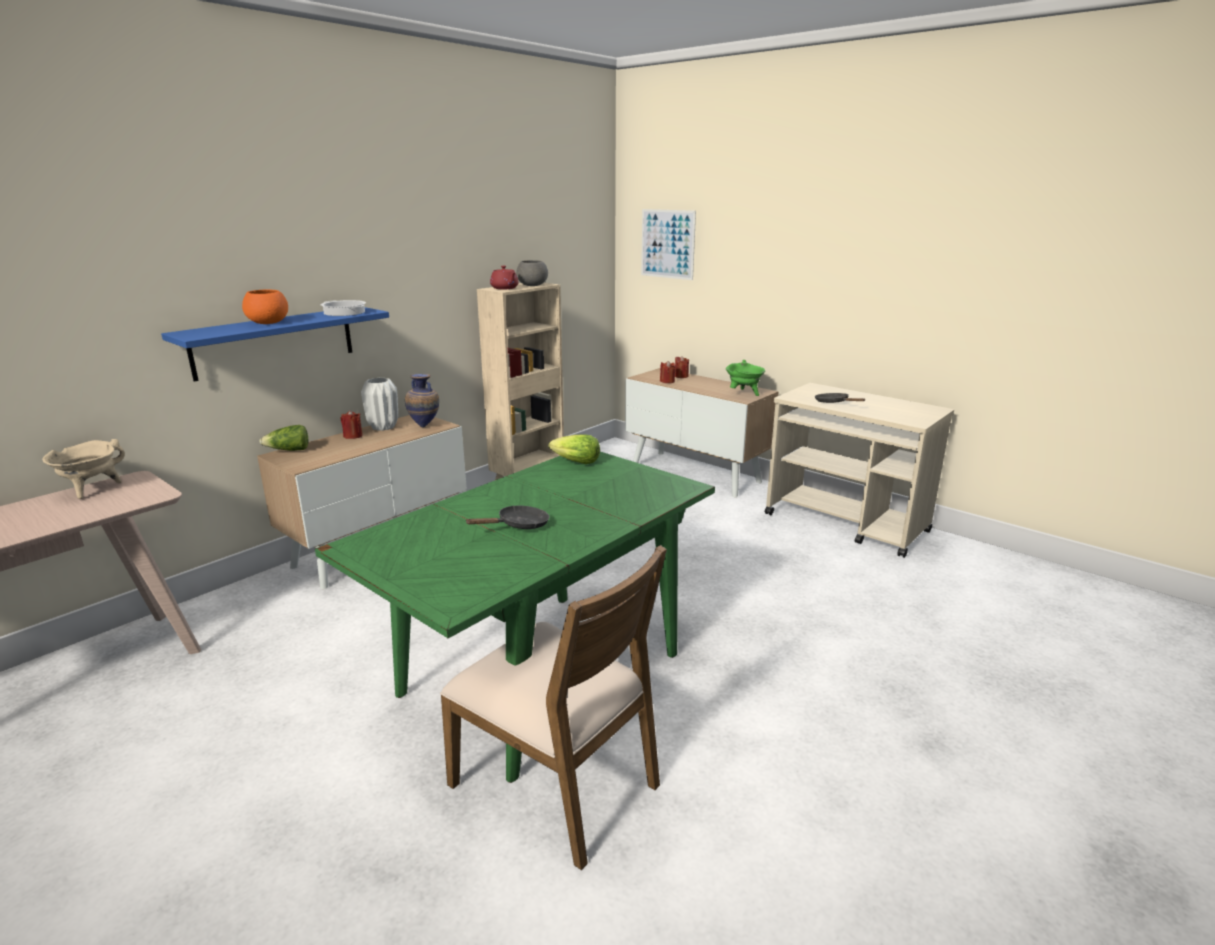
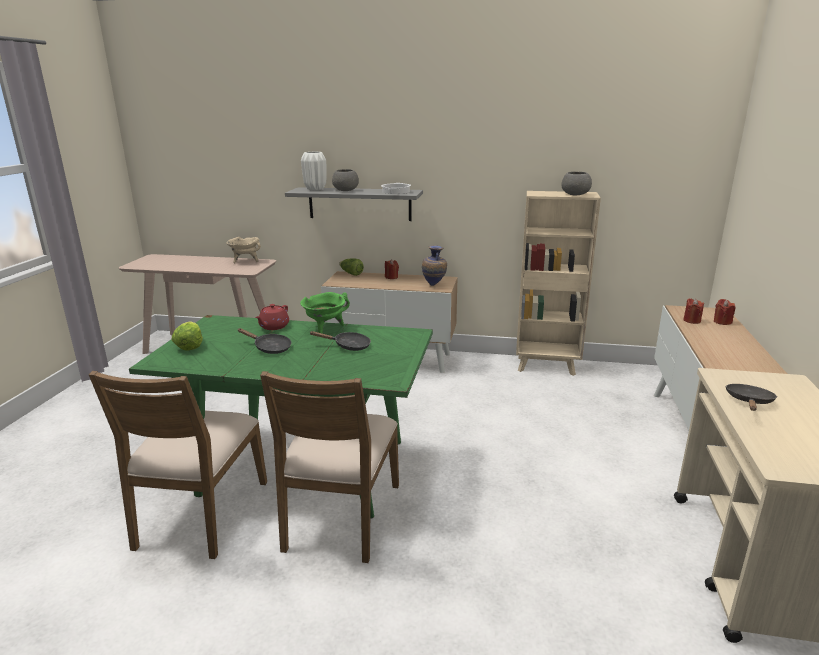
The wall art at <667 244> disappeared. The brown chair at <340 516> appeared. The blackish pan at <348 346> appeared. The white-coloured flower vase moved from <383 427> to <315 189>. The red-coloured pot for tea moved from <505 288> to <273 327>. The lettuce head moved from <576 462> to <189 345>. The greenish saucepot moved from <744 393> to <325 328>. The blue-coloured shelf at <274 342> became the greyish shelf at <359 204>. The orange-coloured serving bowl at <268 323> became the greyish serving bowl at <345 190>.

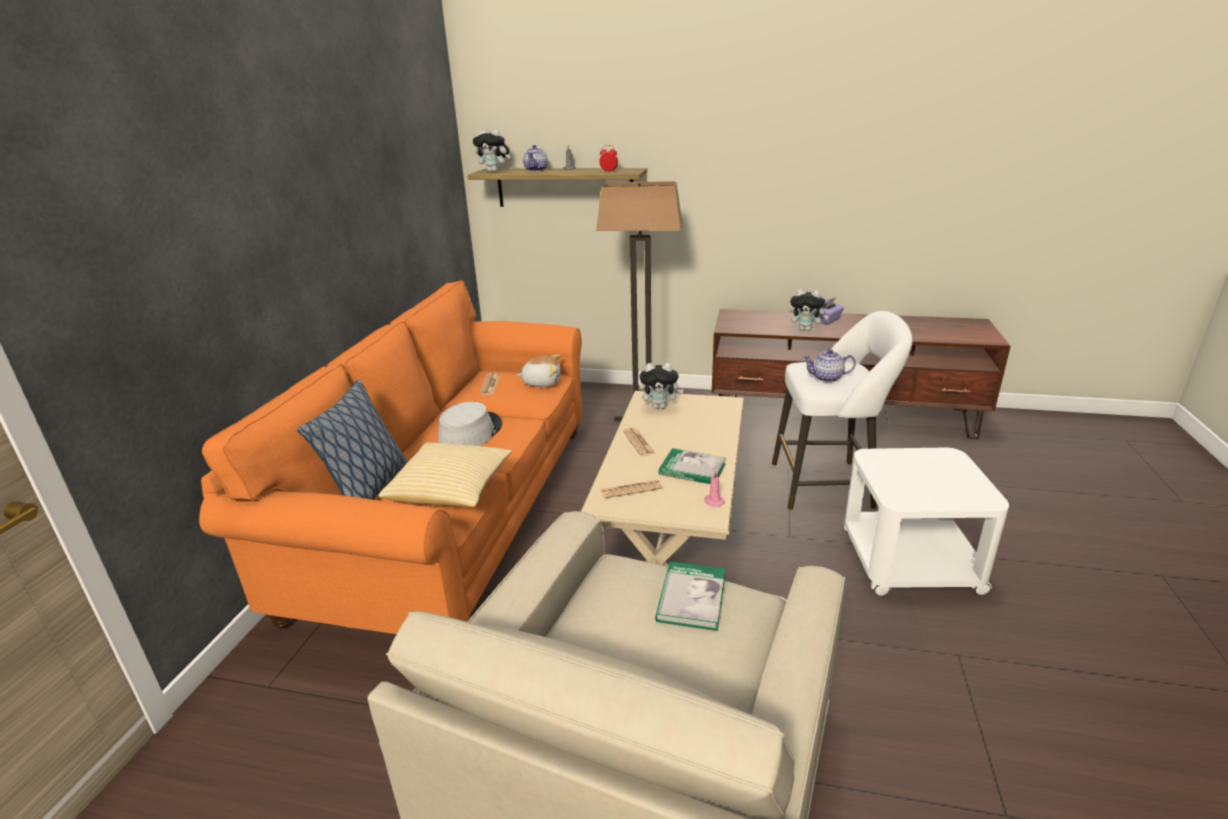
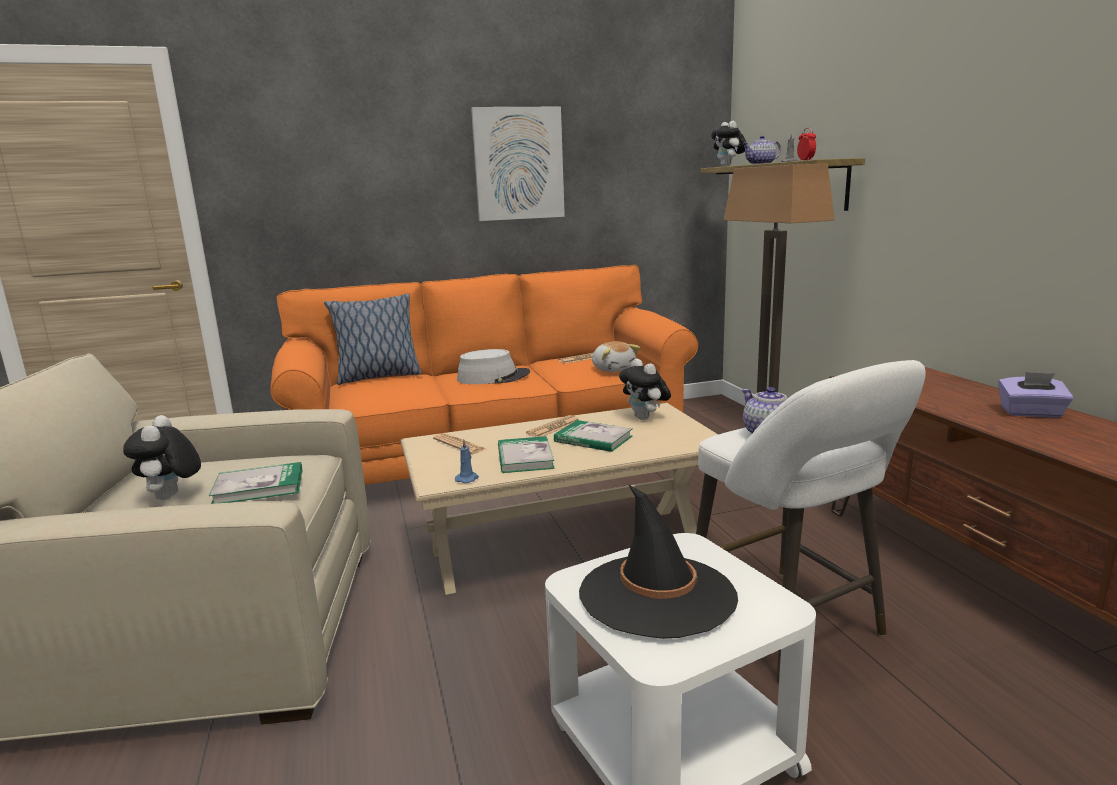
The cushion at <451 490> disappeared. The wall art at <518 164> appeared. The volume at <593 439> appeared. The blackish clothing hat at <657 595> appeared. The plush toy moved from <806 330> to <171 497>. The pink-coloured wax light at <713 501> became the blue-coloured wax light at <467 479>.

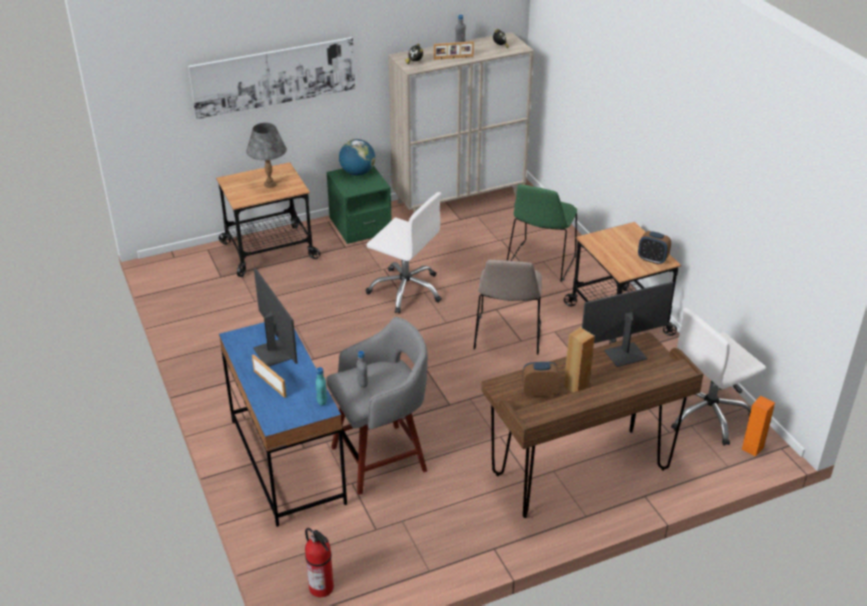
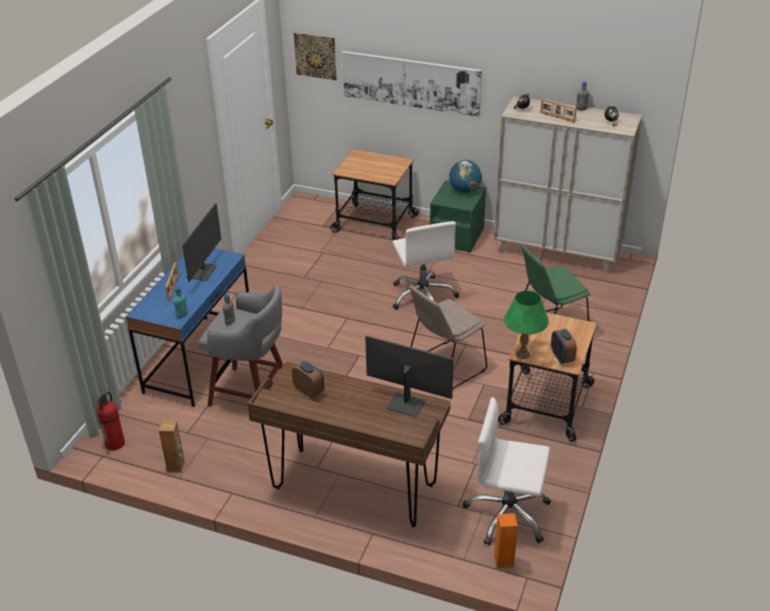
The greyish tabletop lamp at <269 184> disappeared. The wall art at <315 56> appeared. The greenish tabletop lamp at <523 354> appeared. The brown speaker moved from <576 387> to <176 466>.

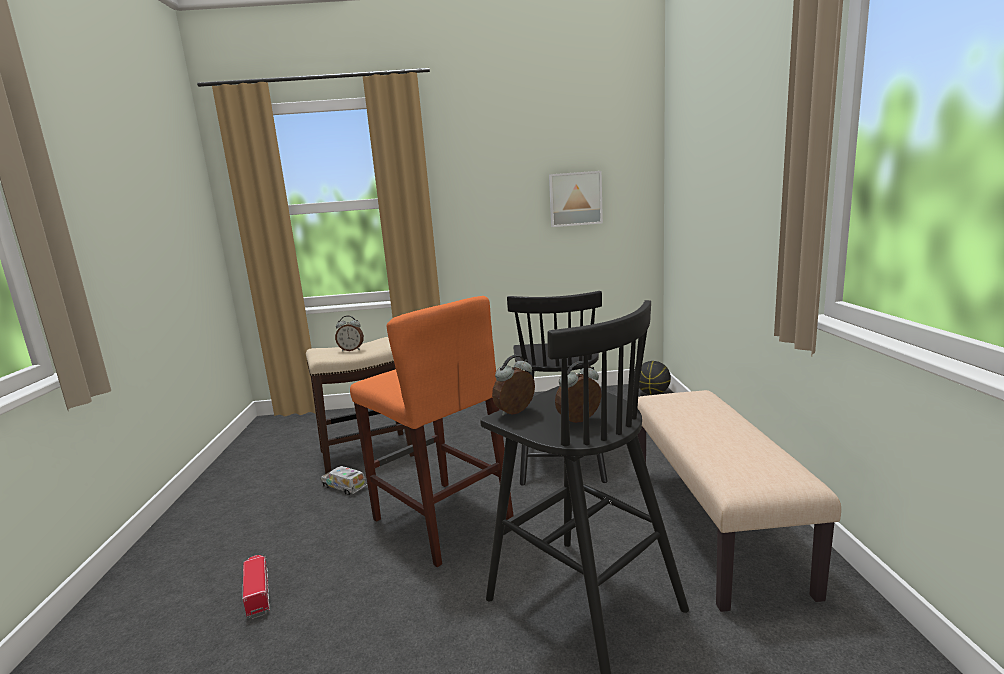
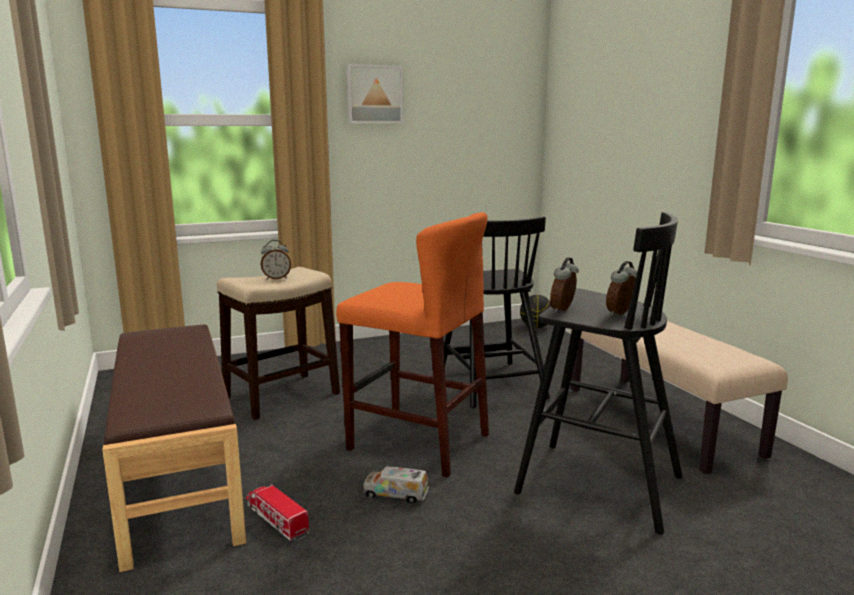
The brown indoor bench at <176 473> appeared. The model truck moved from <344 487> to <396 494>. The wall art moved from <575 199> to <374 94>.

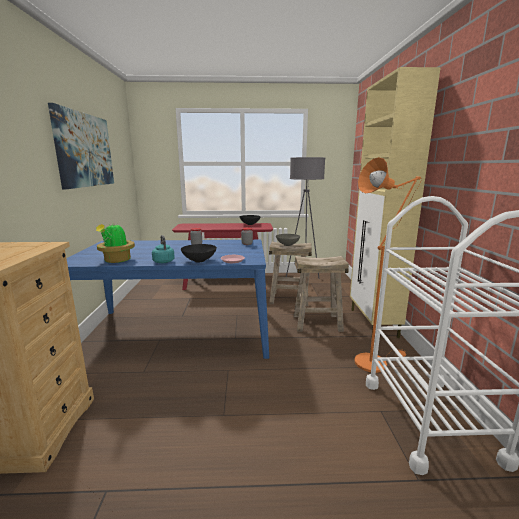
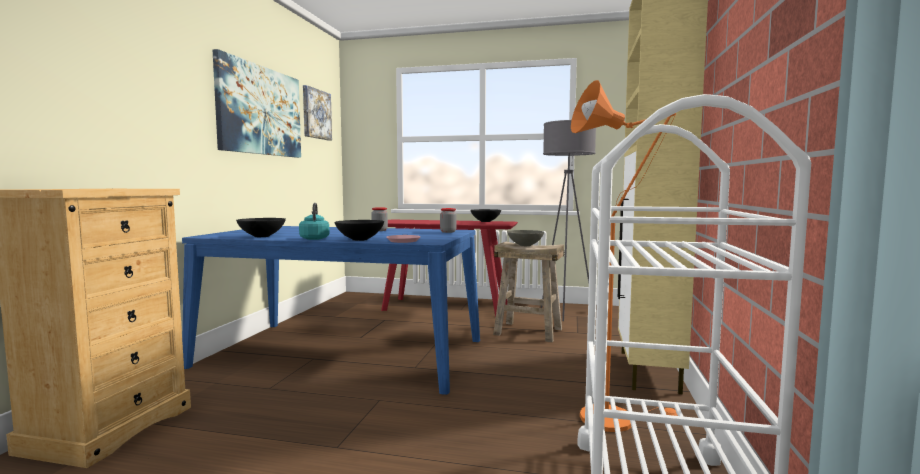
The sand-coloured sitting stool at <317 323> disappeared. The wall art at <316 114> appeared. The houseplant at <117 260> was replaced by the blackish serving bowl at <261 236>.

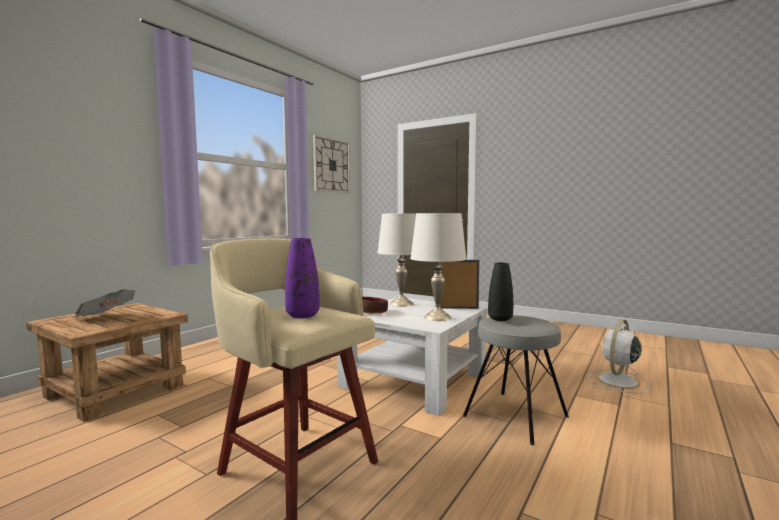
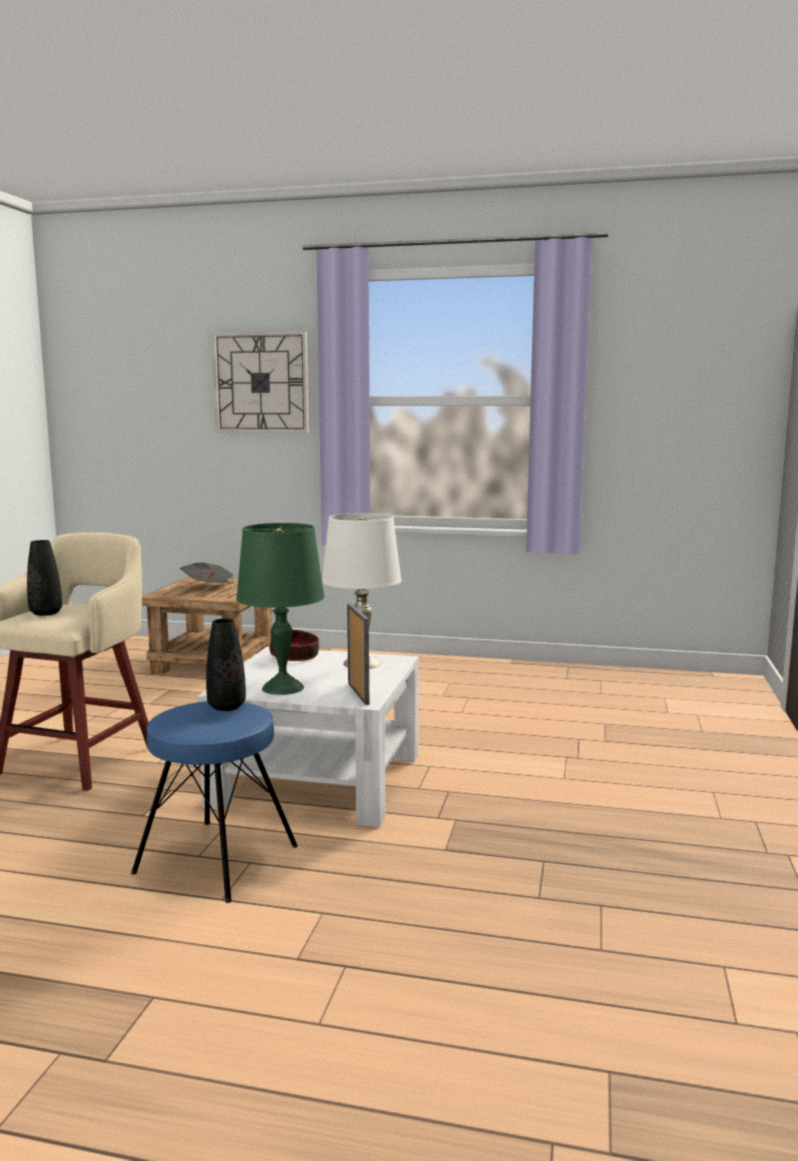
The white-coloured cooling fan at <617 381> disappeared. The clock on the wall moved from <331 165> to <261 382>. The purple flower vase at <302 315> became the blackish flower vase at <46 613>. The white-coloured tabletop lamp at <437 317> became the greenish tabletop lamp at <283 688>. The greyish sitting stool at <515 415> became the blue-coloured sitting stool at <218 859>.

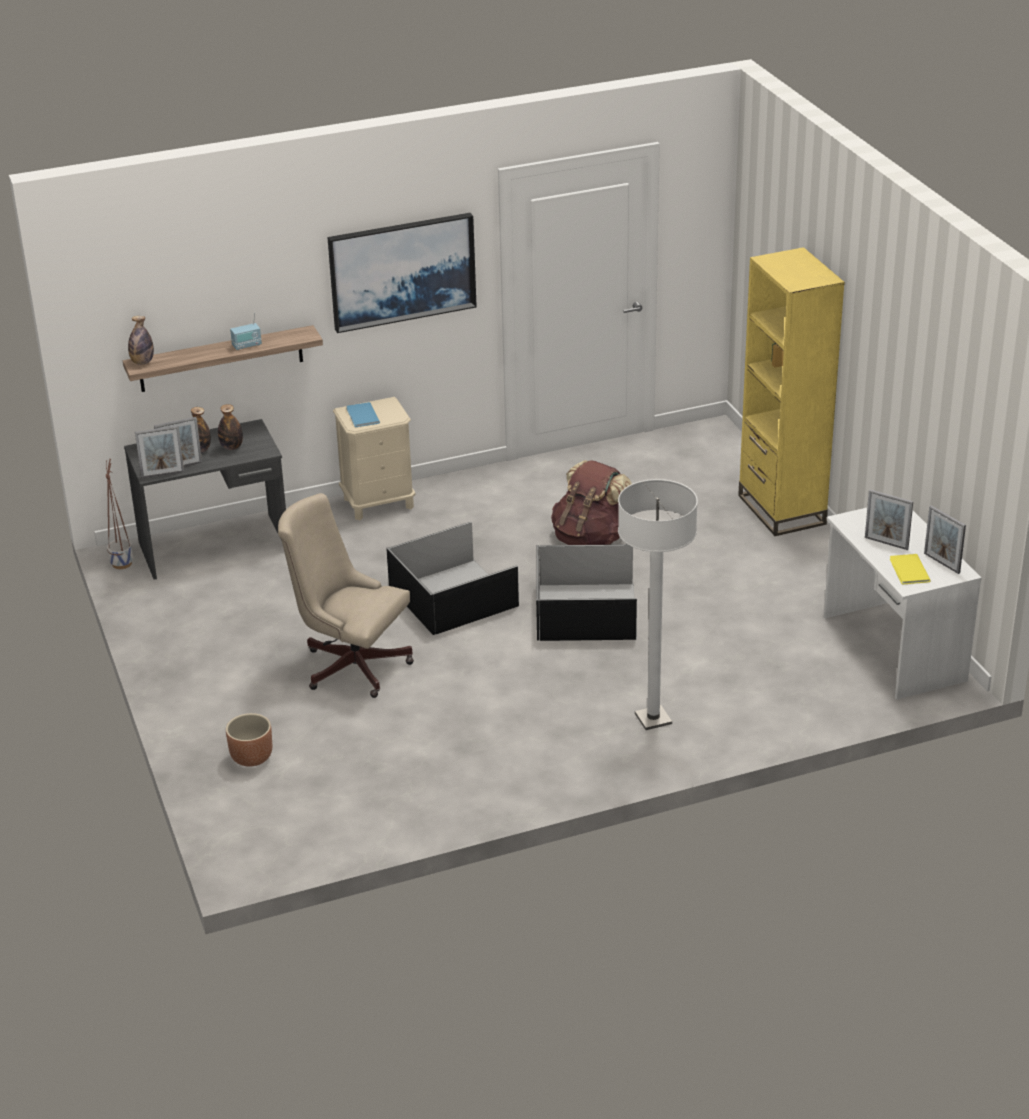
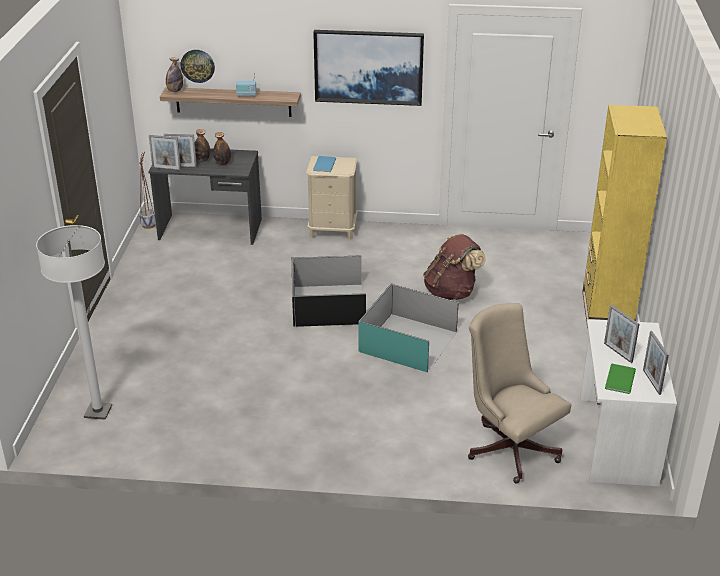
The brown flower pot at <251 757> disappeared. The clock on the wall at <197 65> appeared. The sand-coloured computer chair moved from <350 664> to <509 446>. The white-coloured standard lamp moved from <653 719> to <98 412>. The blackish storage container at <586 612> became the turquoise storage container at <408 342>. The yellow-coloured volume at <908 571> became the greenish volume at <618 380>.

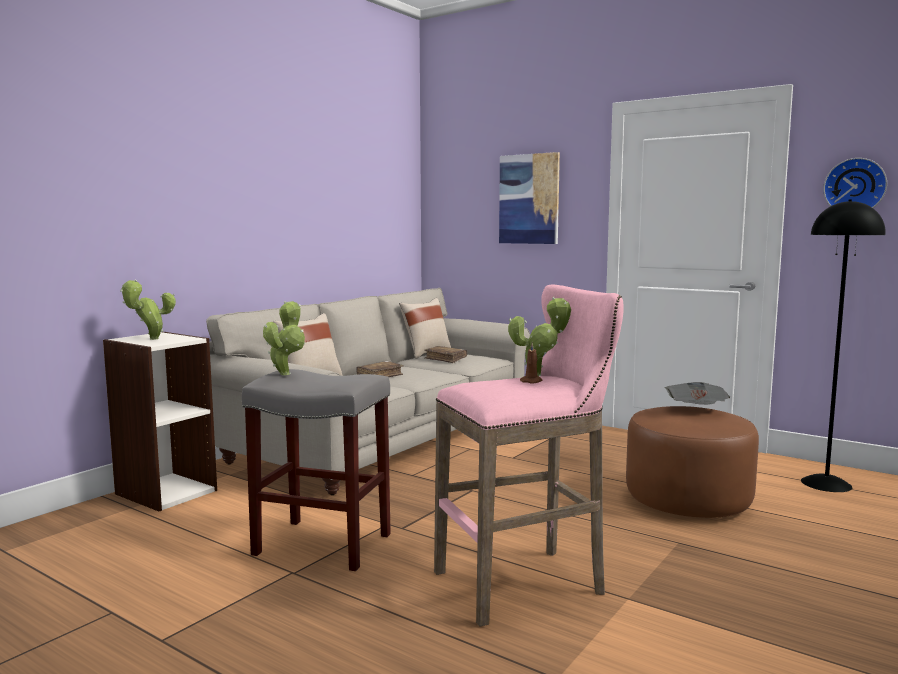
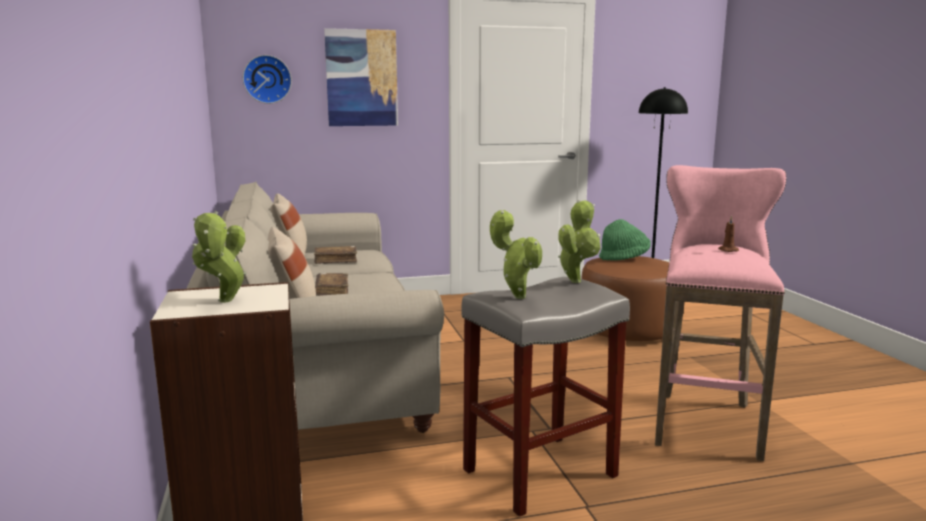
The houseplant moved from <539 375> to <576 280>. The clock on the wall moved from <855 186> to <267 79>. The daily paper at <696 411> was replaced by the greenish clothing hat at <624 258>.

